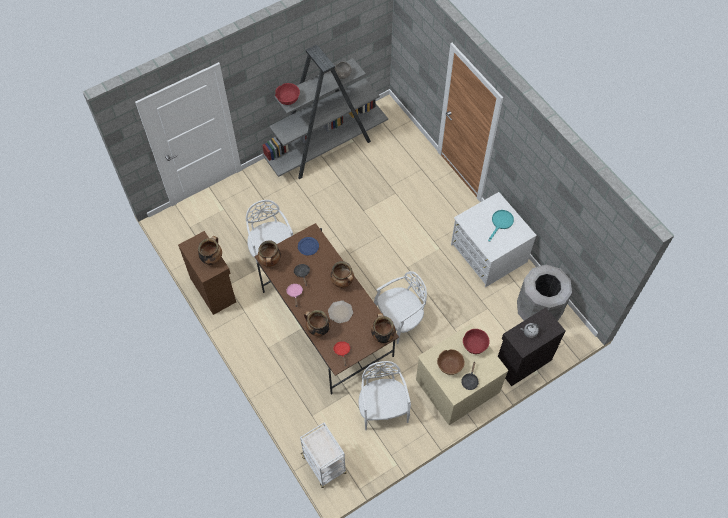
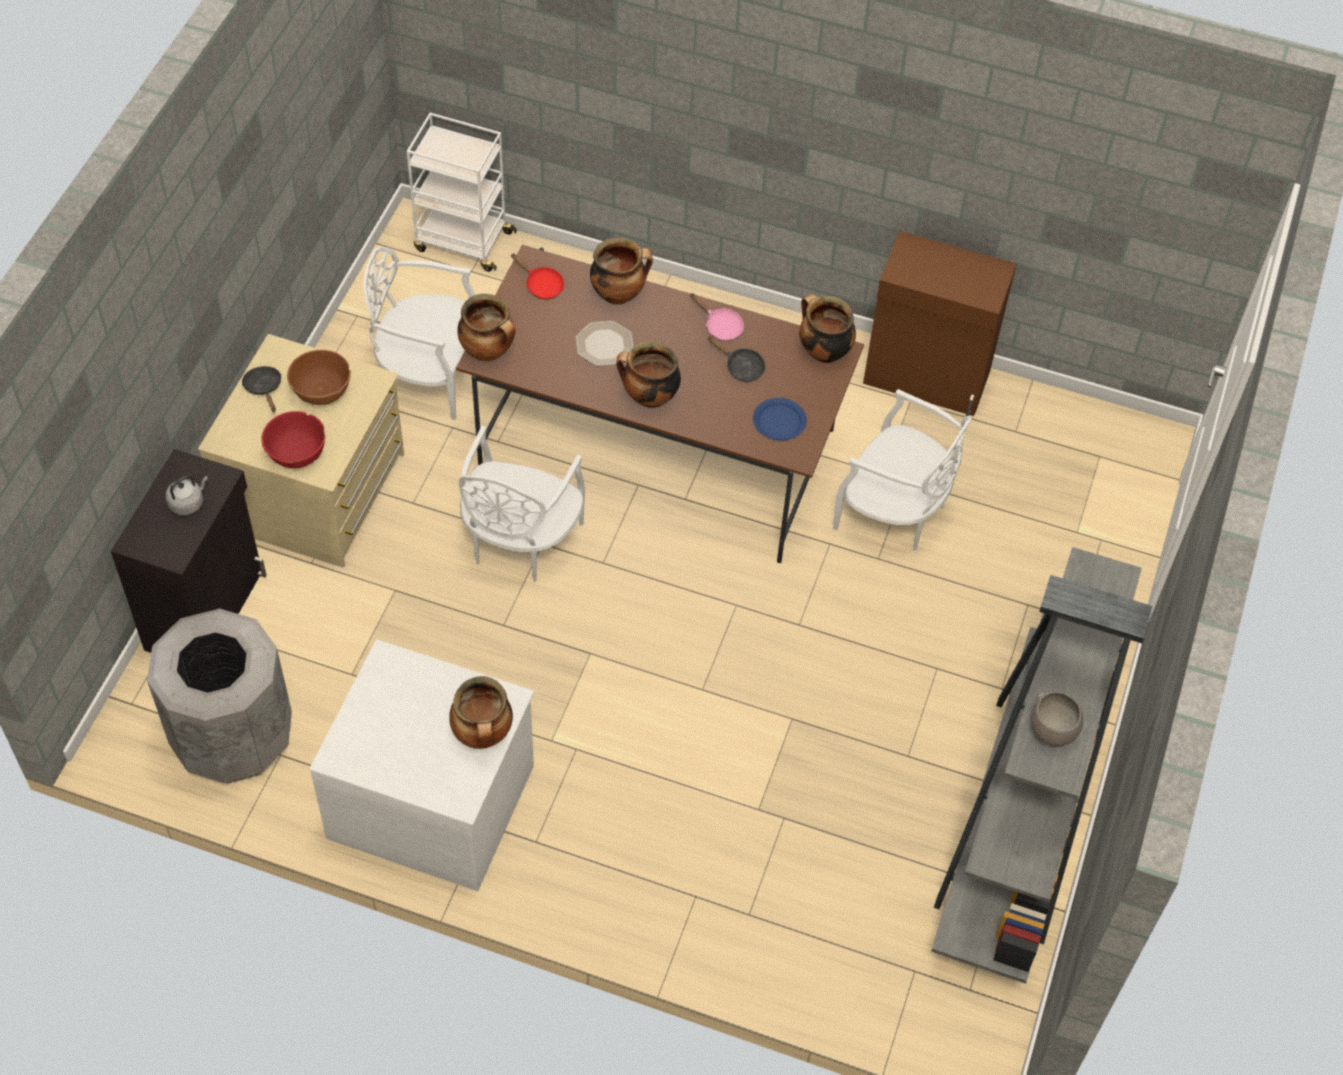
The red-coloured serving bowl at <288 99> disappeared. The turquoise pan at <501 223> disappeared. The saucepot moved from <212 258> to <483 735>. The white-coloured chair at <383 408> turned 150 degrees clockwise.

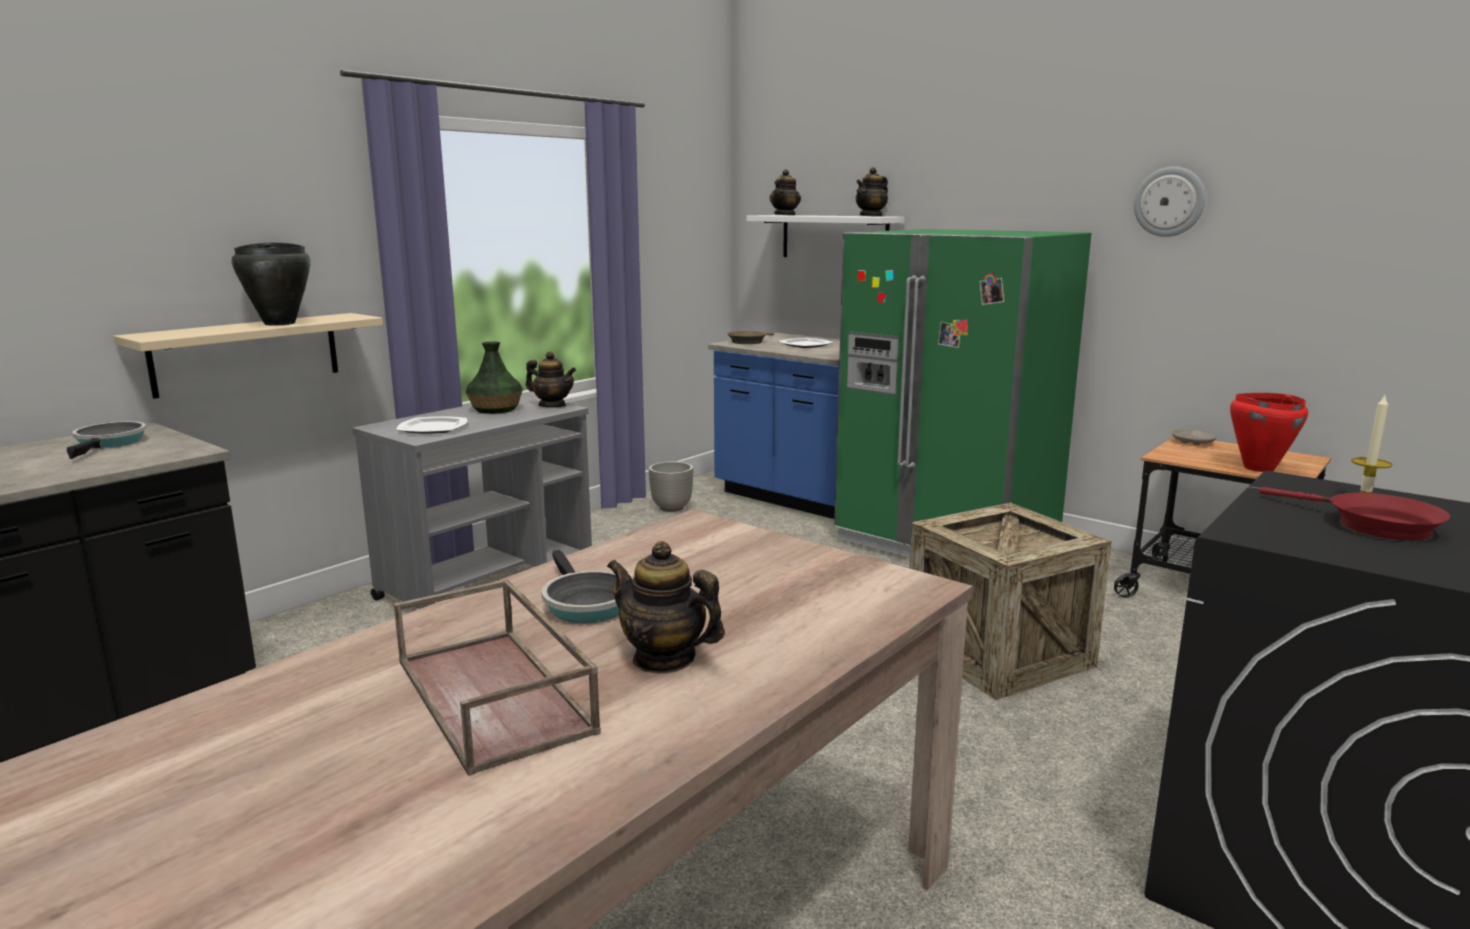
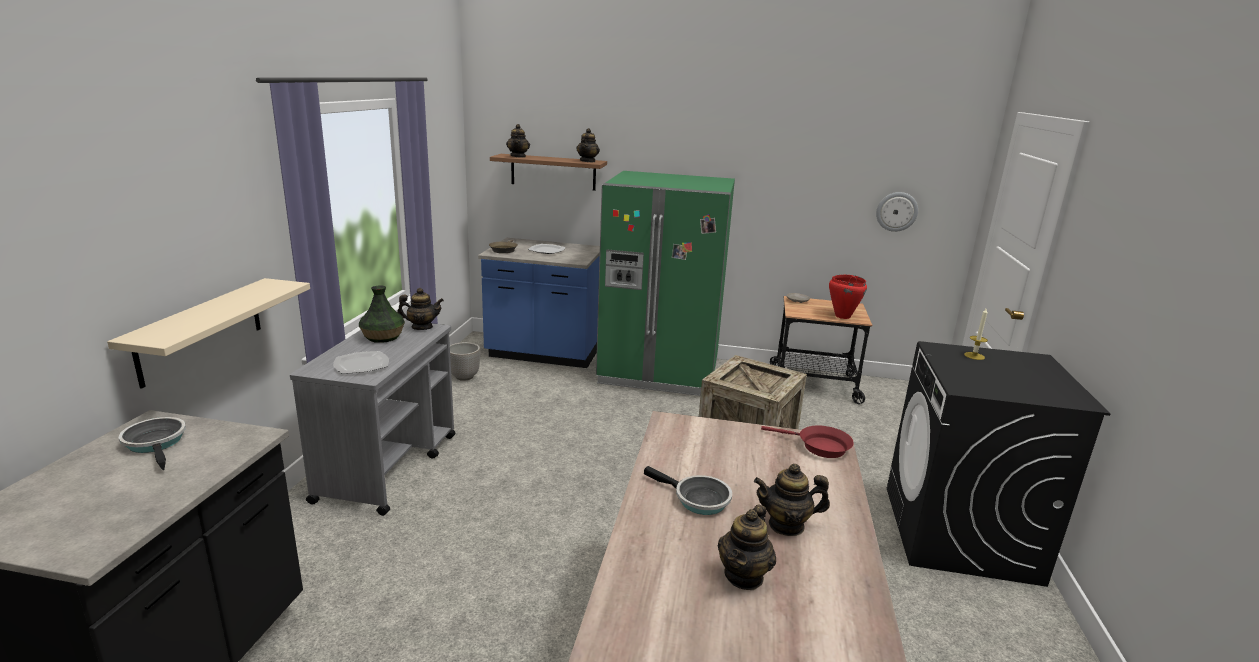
The blackish saucepot at <280 323> disappeared. The clock on the wall moved from <1169 202> to <896 211>. The red-coloured pan moved from <1372 525> to <819 446>. The brown tray at <496 695> was replaced by the pot for tea at <744 576>. The white-coloured shelf at <834 237> became the brown shelf at <553 172>.

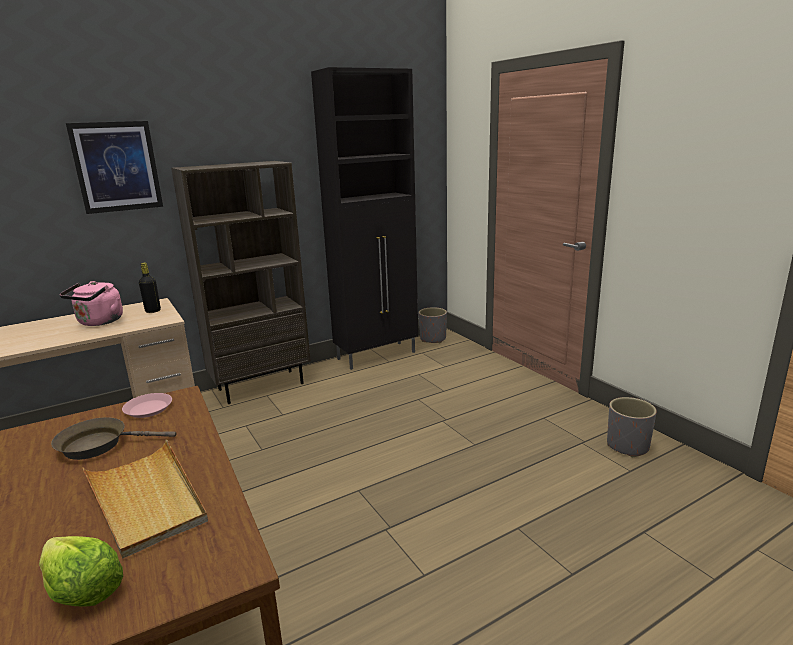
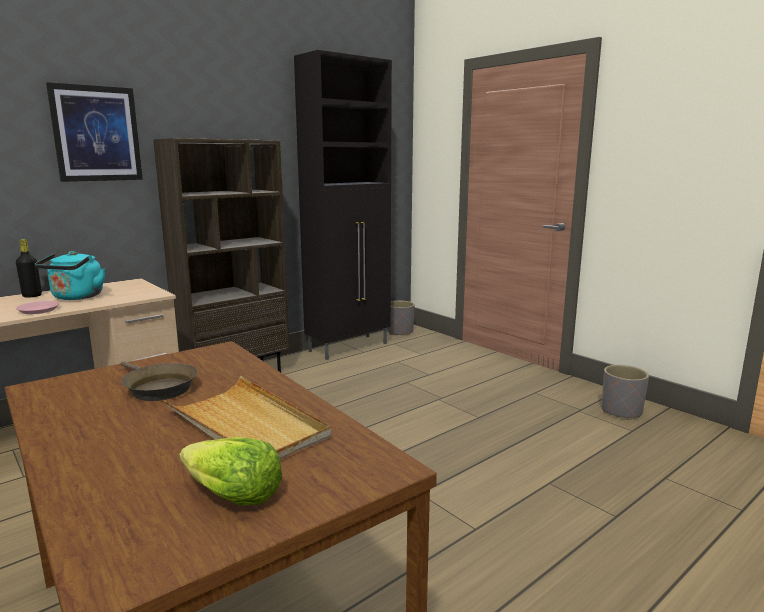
The pink-coloured dinner plate moved from <148 409> to <39 310>. The blackish bottle moved from <153 311> to <32 296>. The pink-coloured tea kettle at <99 322> became the turquoise tea kettle at <76 297>. The brown pan at <99 445> turned 120 degrees counterclockwise.

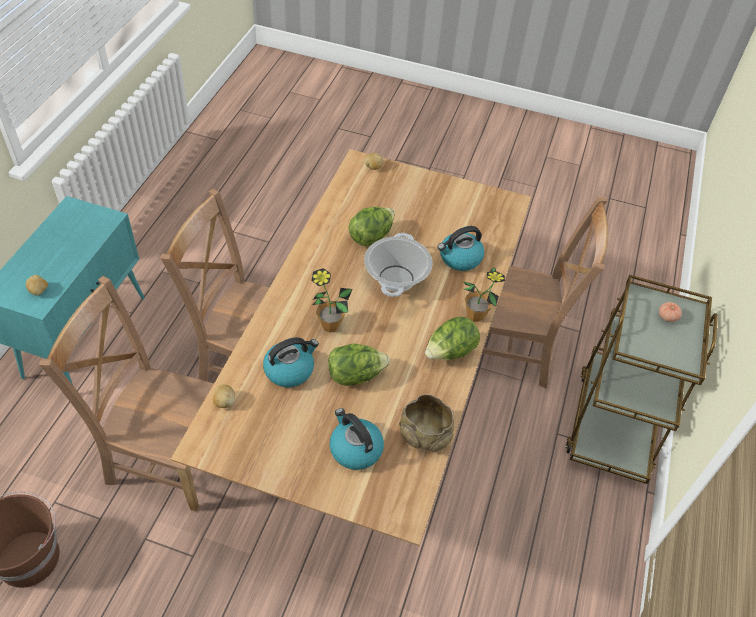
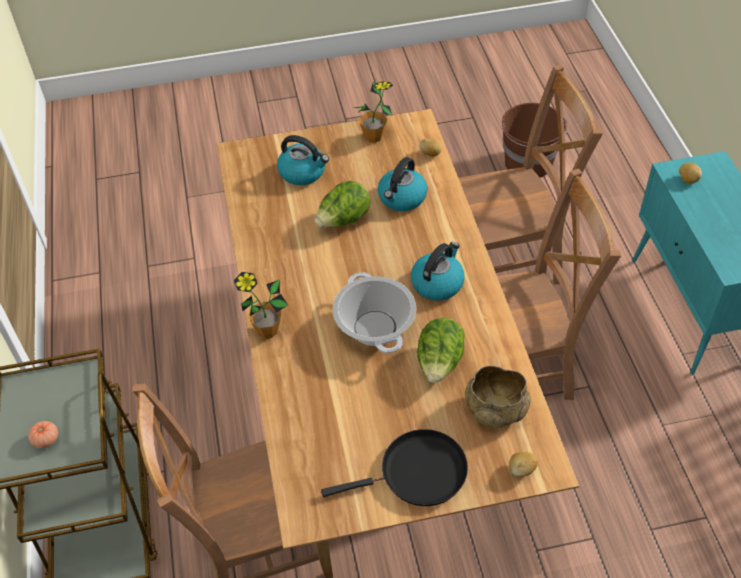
The lettuce head at <450 352> disappeared. The blackish pan at <417 473> appeared. The houseplant moved from <330 325> to <373 137>. The sand-coloured serving bowl moved from <425 434> to <495 409>. The tea kettle moved from <459 258> to <437 283>.

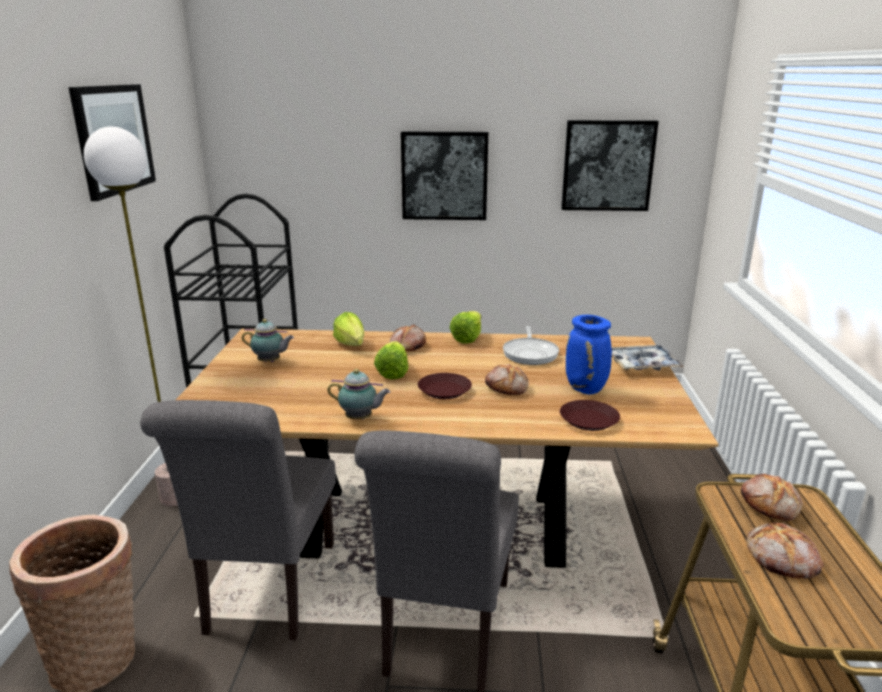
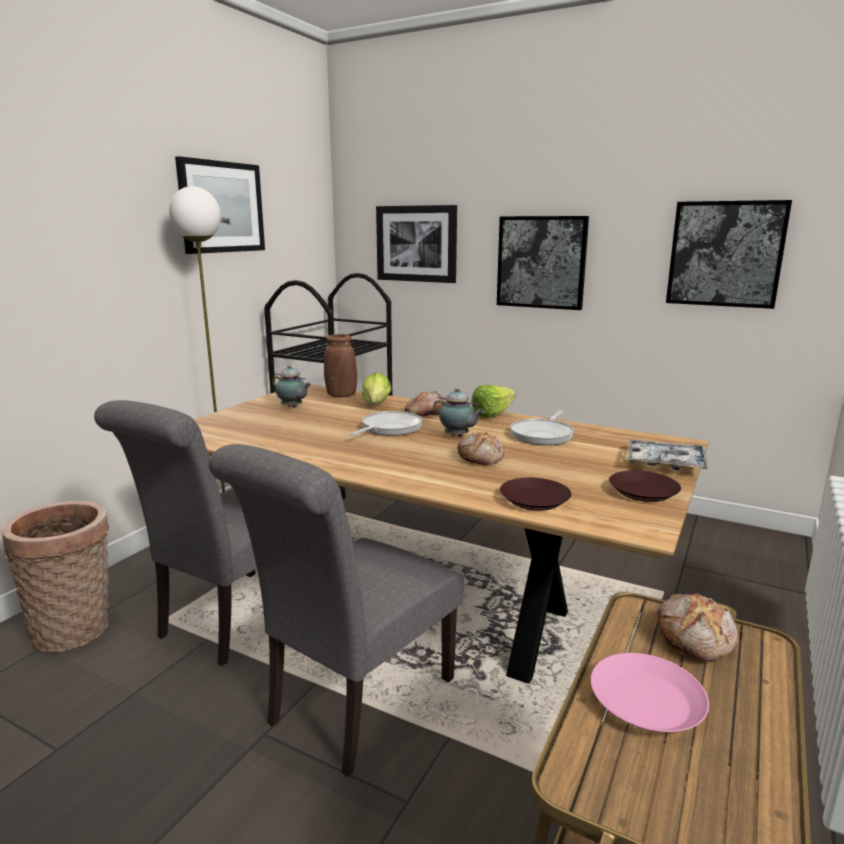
The blue-coloured flower vase at <586 389> disappeared. The brown flower vase at <341 395> appeared. The wall art at <416 244> appeared. The pot for tea moved from <360 419> to <458 436>. The brown dinner plate moved from <444 391> to <643 492>. The lettuce head at <395 371> was replaced by the pan at <389 428>. The bread at <782 560> was replaced by the pink-coloured dinner plate at <646 702>.

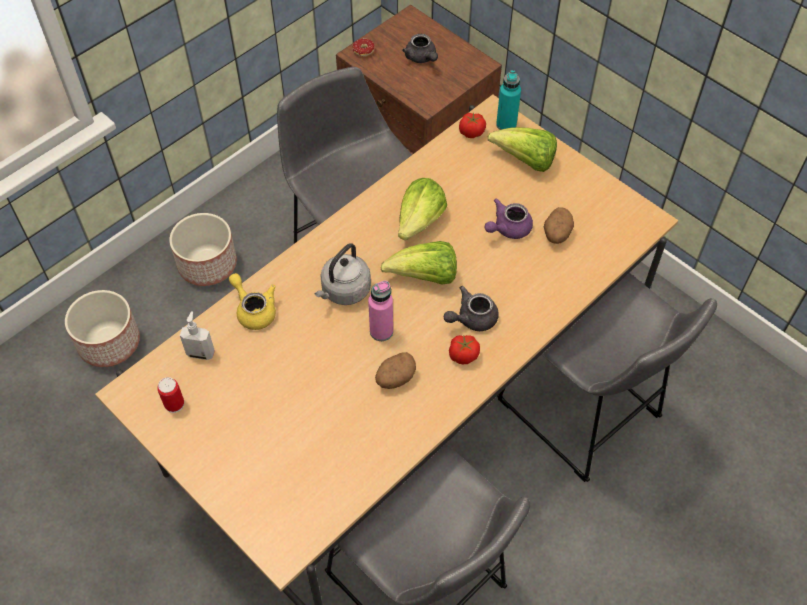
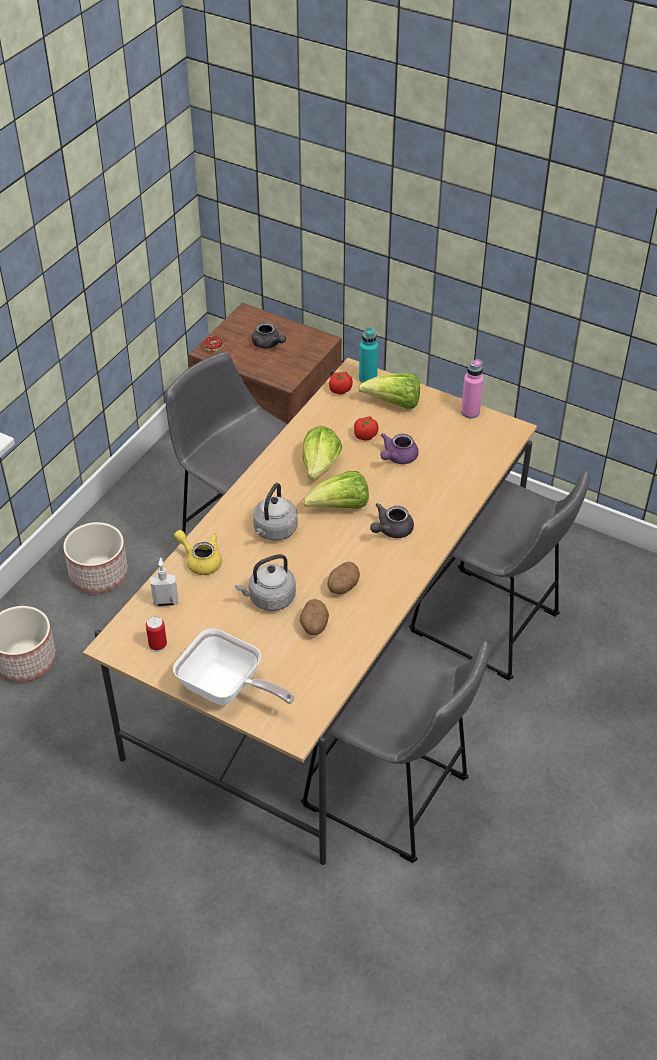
The pan at <227 689> appeared. The greyish tea kettle at <269 599> appeared. The pink-coloured bottle moved from <381 331> to <470 412>. The whole tomato moved from <463 355> to <365 436>. The spud moved from <556 234> to <314 626>.

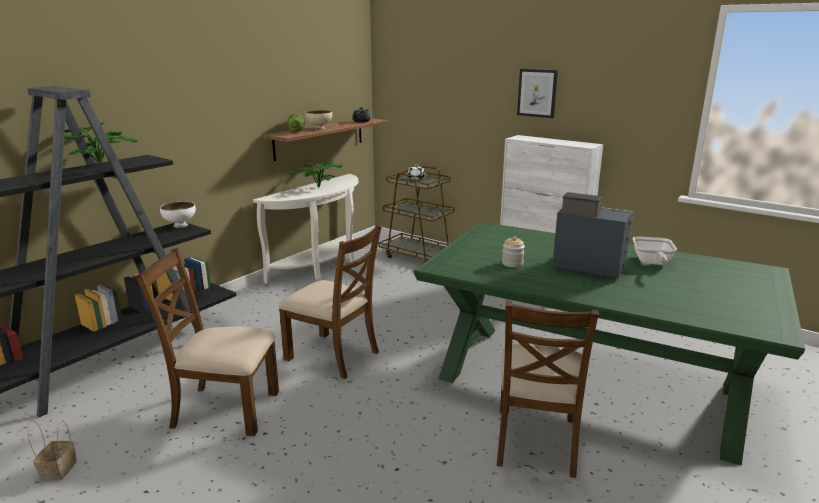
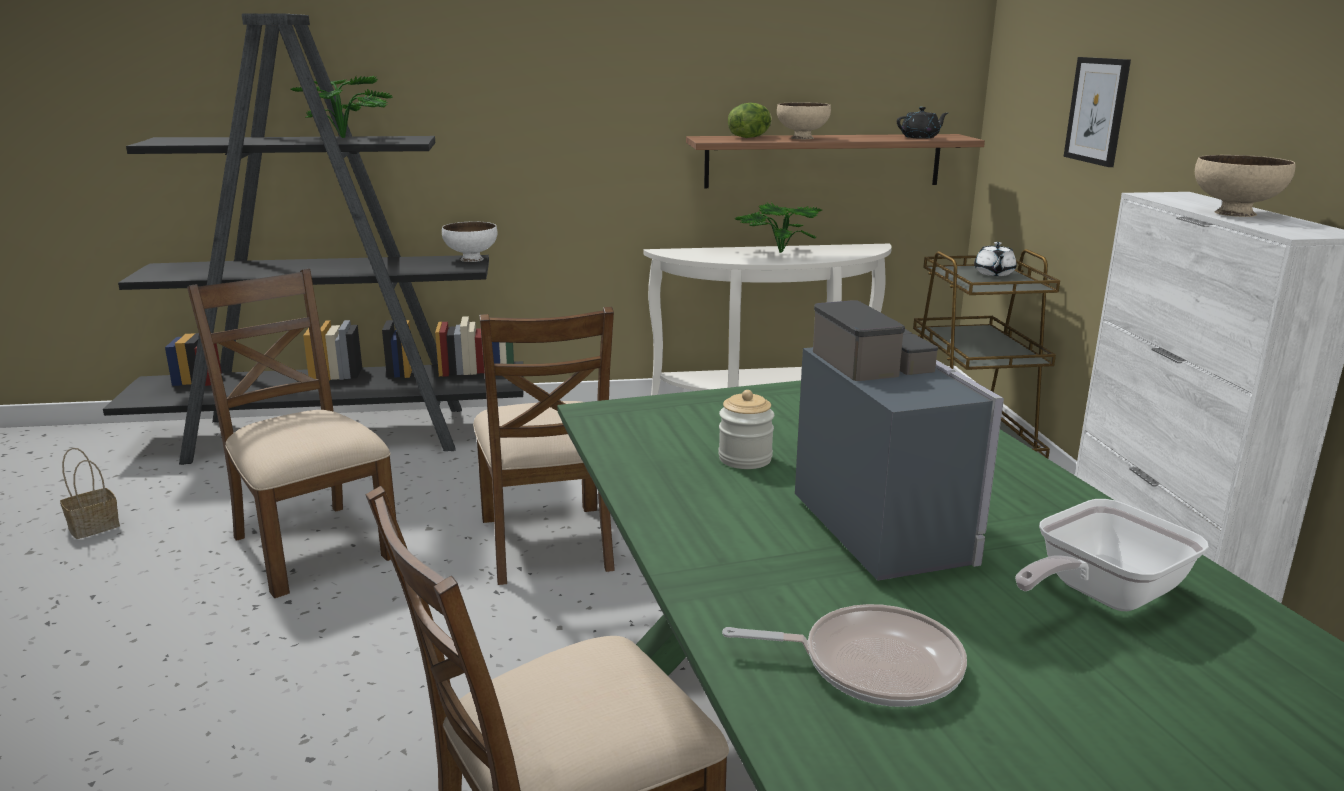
The pan at <871 665> appeared. The sand-coloured serving bowl at <1235 213> appeared. The wall art moved from <537 93> to <1097 110>.

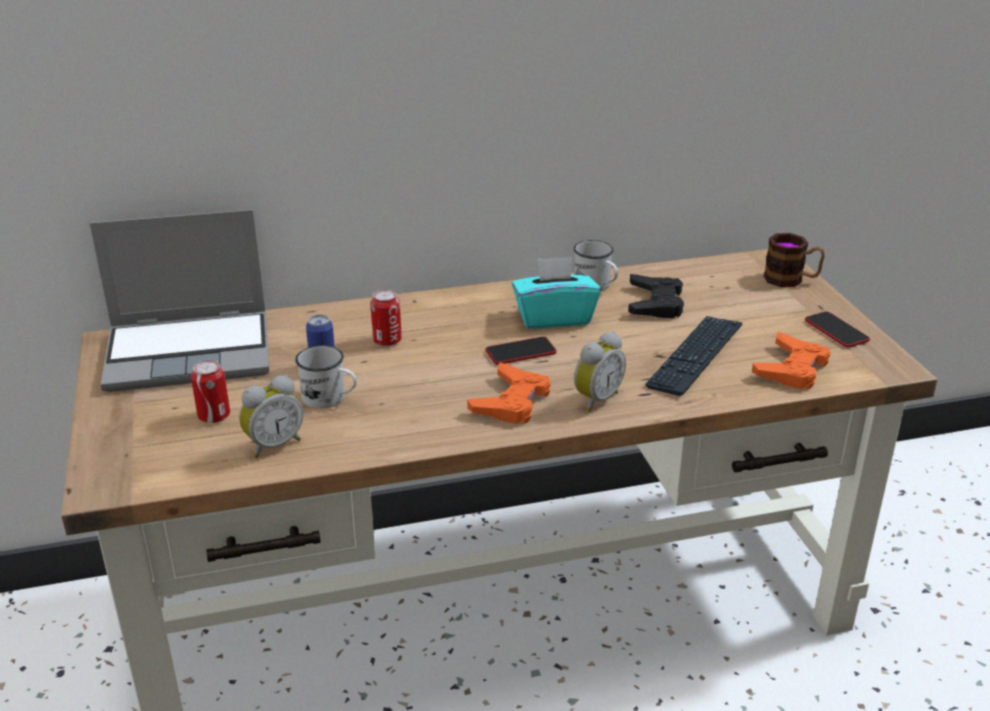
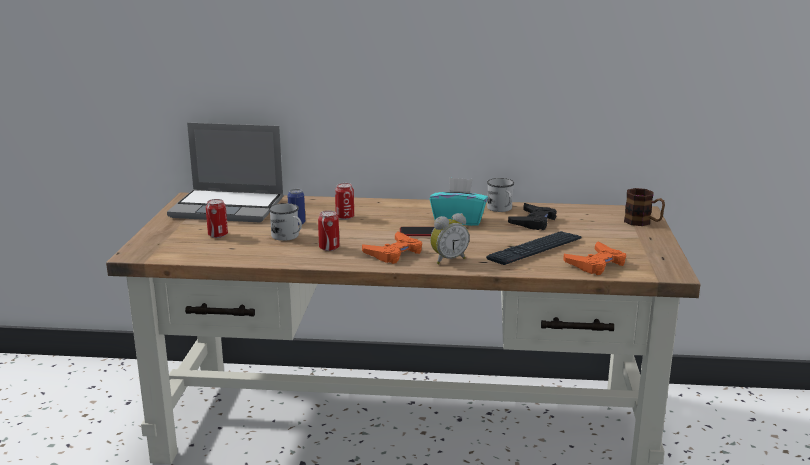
The table clock at <273 445> disappeared. The telephone at <836 331> disappeared. The can at <329 248> appeared.

